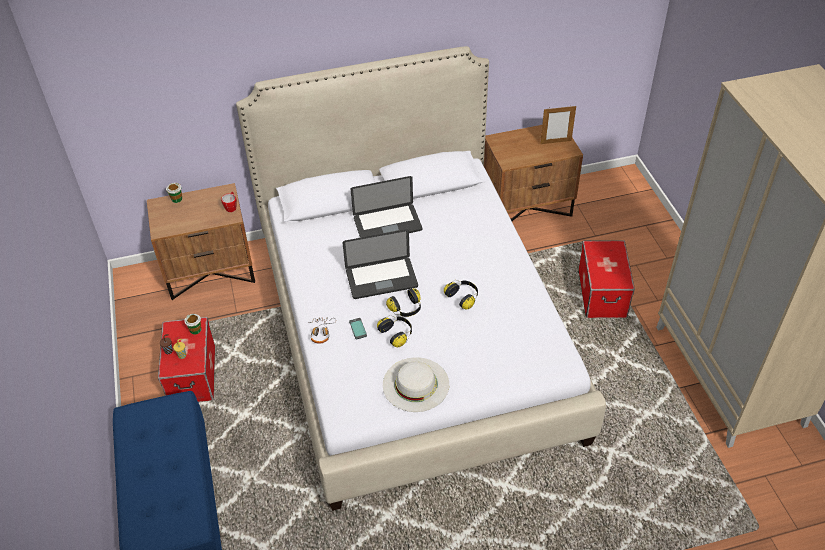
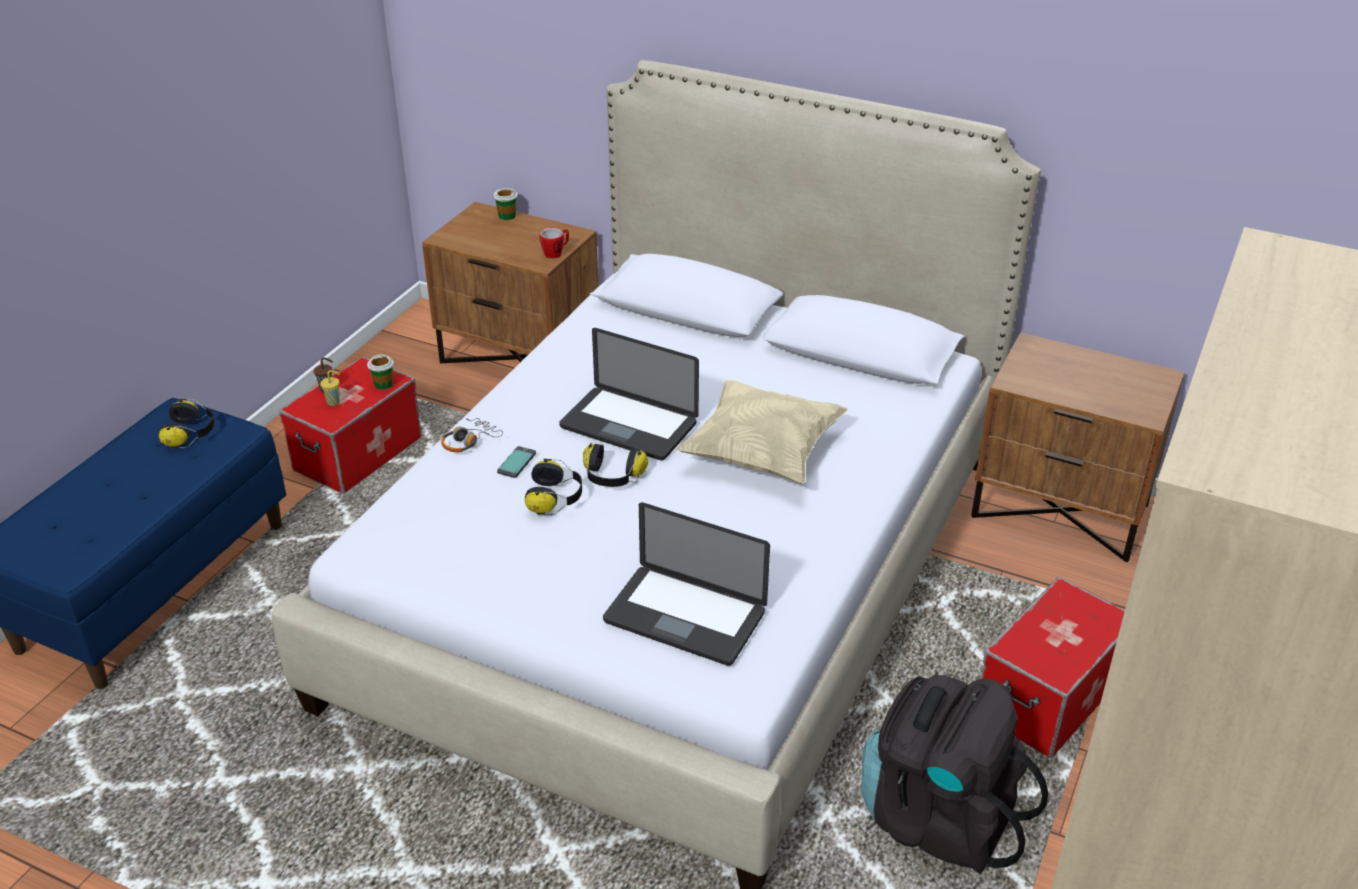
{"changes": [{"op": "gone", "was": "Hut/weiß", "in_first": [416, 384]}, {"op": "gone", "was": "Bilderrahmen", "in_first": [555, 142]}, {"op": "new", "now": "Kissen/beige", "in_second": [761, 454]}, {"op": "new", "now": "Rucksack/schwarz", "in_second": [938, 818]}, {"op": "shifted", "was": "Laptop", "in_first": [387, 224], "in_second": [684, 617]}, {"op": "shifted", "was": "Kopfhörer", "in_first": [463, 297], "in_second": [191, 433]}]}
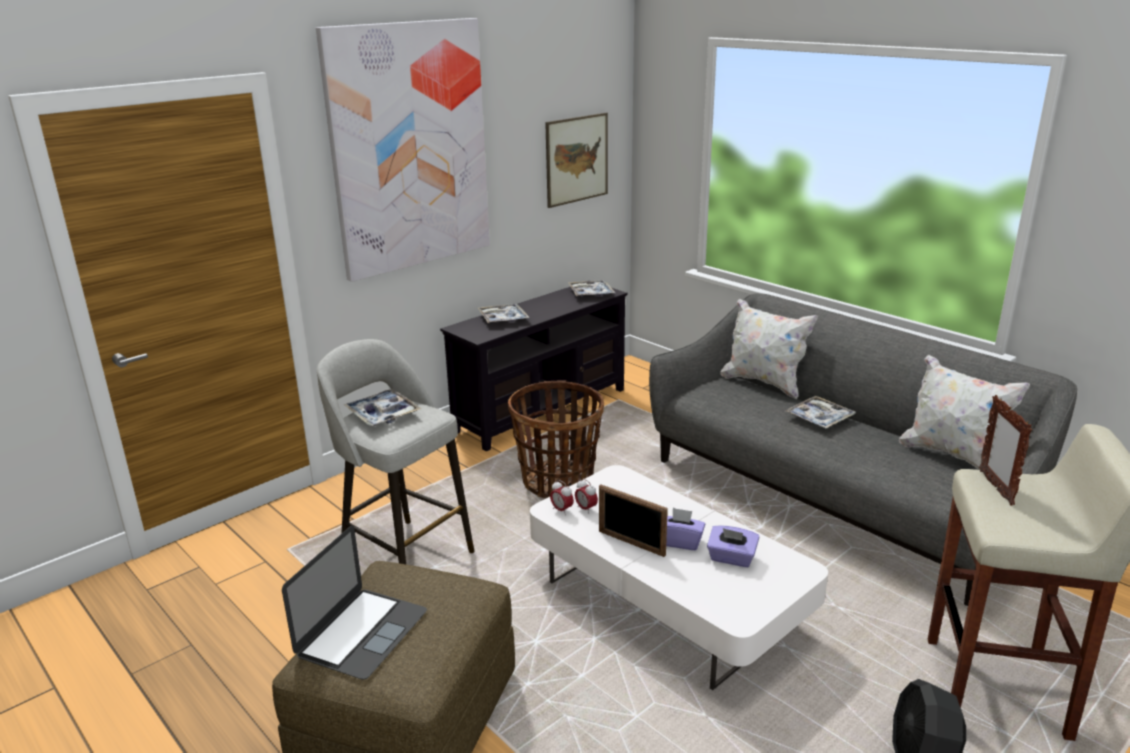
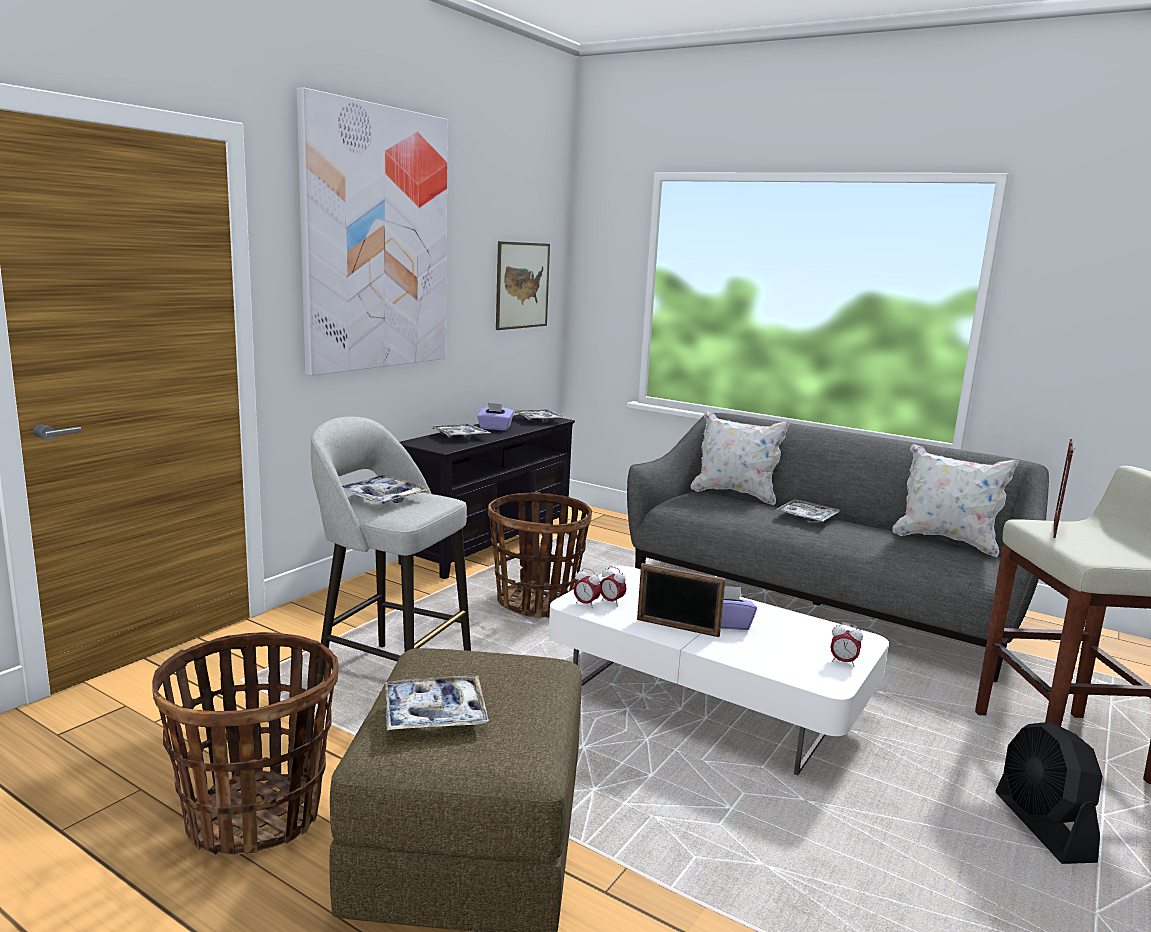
{"changes": [{"op": "new", "now": "Korb", "in_second": [255, 816]}, {"op": "new", "now": "Wecker", "in_second": [843, 662]}, {"op": "shifted", "was": "Taschentuchbox/lila", "in_first": [731, 558], "in_second": [494, 428]}, {"op": "swapped", "was": "Laptop", "now": "Tablett", "in_first": [362, 633], "in_second": [434, 714]}, {"op": "rotated", "was": "Bilderrahmen", "in_first": [995, 487], "in_second": [1055, 529], "clockwise": 45}]}
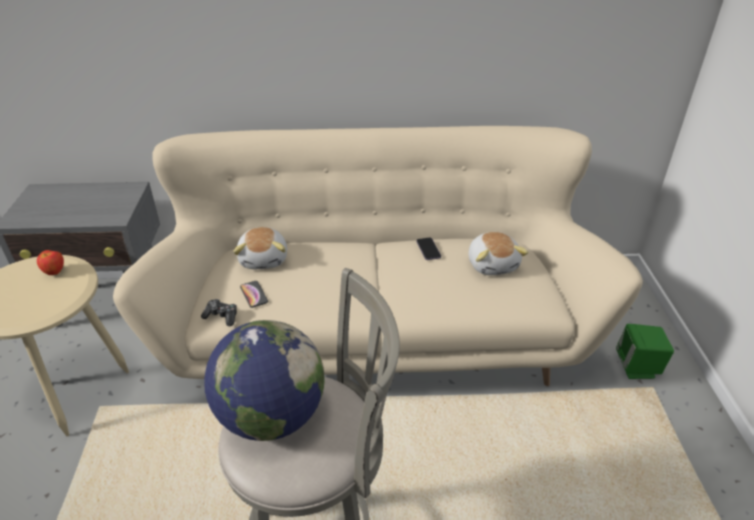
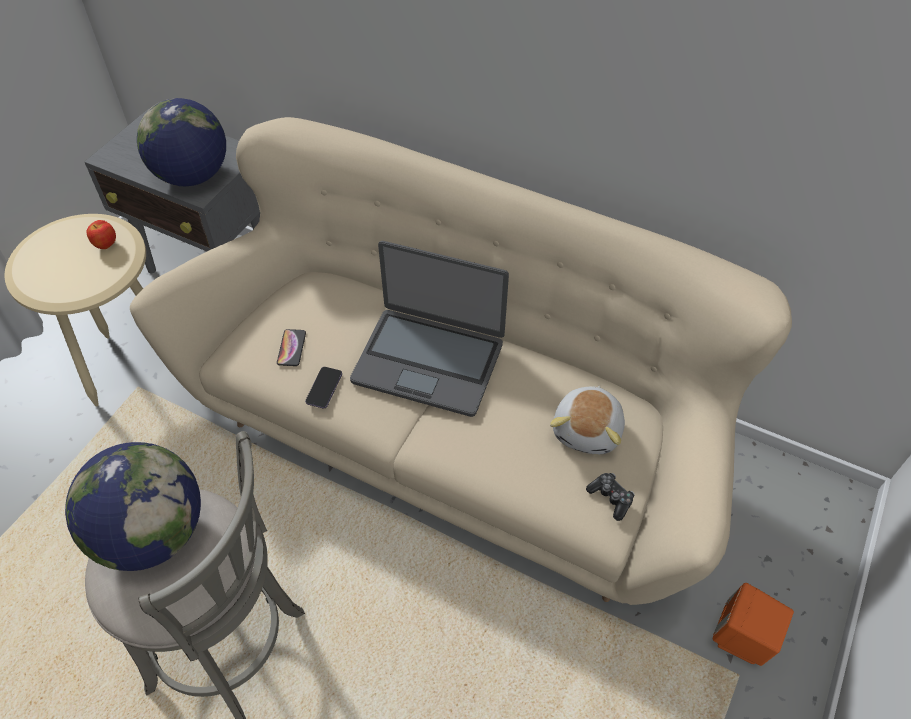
{"changes": [{"op": "gone", "was": "Plüschtier", "in_first": [264, 259]}, {"op": "new", "now": "Globus", "in_second": [192, 176]}, {"op": "new", "now": "Laptop", "in_second": [429, 361]}, {"op": "shifted", "was": "Gamepad", "in_first": [221, 316], "in_second": [611, 498]}, {"op": "shifted", "was": "Handy", "in_first": [428, 249], "in_second": [324, 388]}, {"op": "repainted", "was": "Lautsprecher/grün", "now": "Lautsprecher/orange", "in_first": [637, 367], "in_second": [742, 638]}]}
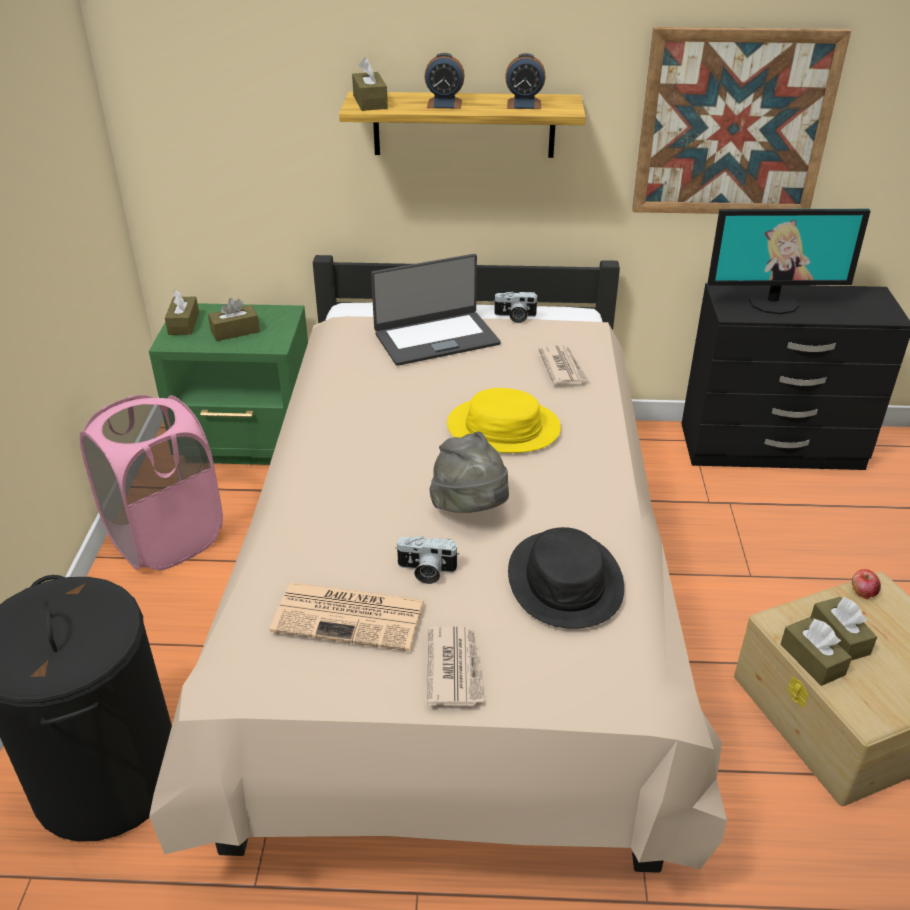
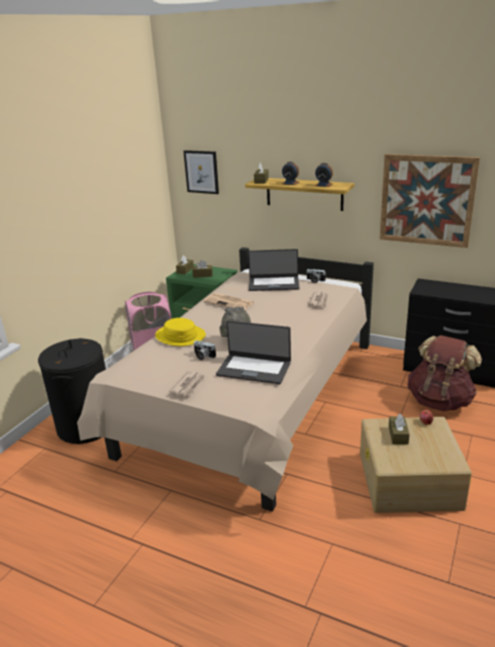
{"changes": [{"op": "gone", "was": "Monitor", "in_first": [773, 303]}, {"op": "gone", "was": "Taschentuchbox/braun", "in_first": [812, 659]}, {"op": "new", "now": "Bild", "in_second": [201, 172]}, {"op": "new", "now": "Rucksack/braun", "in_second": [440, 401]}, {"op": "shifted", "was": "Zeitung", "in_first": [351, 616], "in_second": [230, 302]}, {"op": "shifted", "was": "Hut/gelb", "in_first": [503, 428], "in_second": [180, 336]}, {"op": "swapped", "was": "Hut/schwarz", "now": "Laptop", "in_first": [565, 580], "in_second": [254, 368]}]}
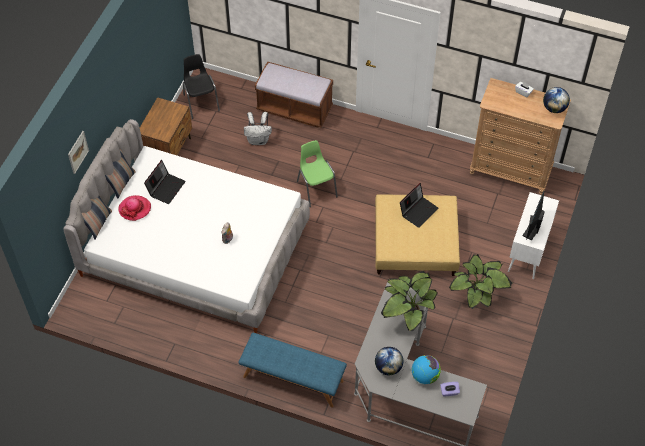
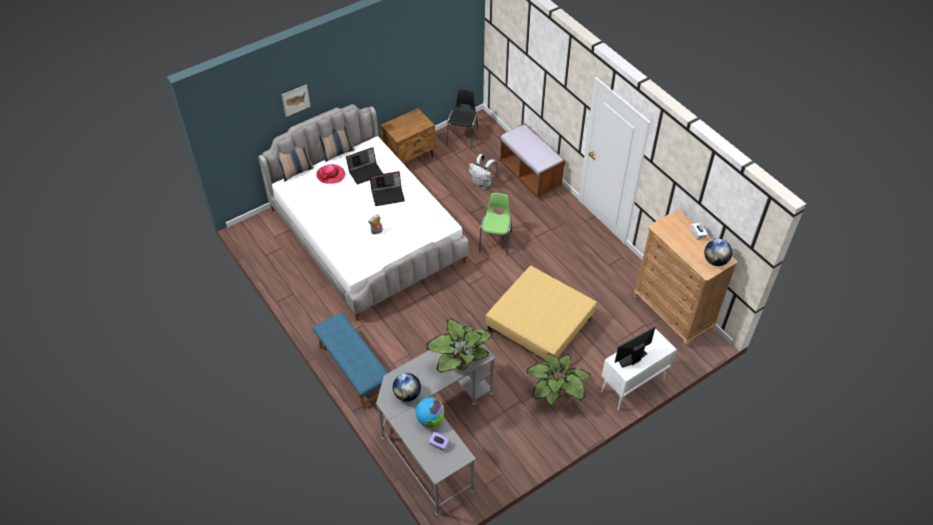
{"changes": [{"op": "shifted", "was": "Laptop", "in_first": [418, 211], "in_second": [388, 195]}]}
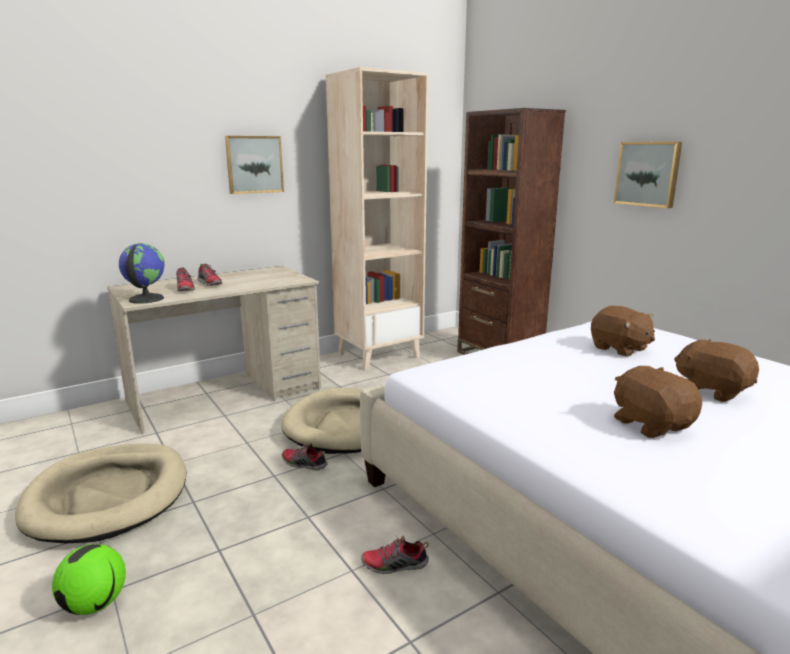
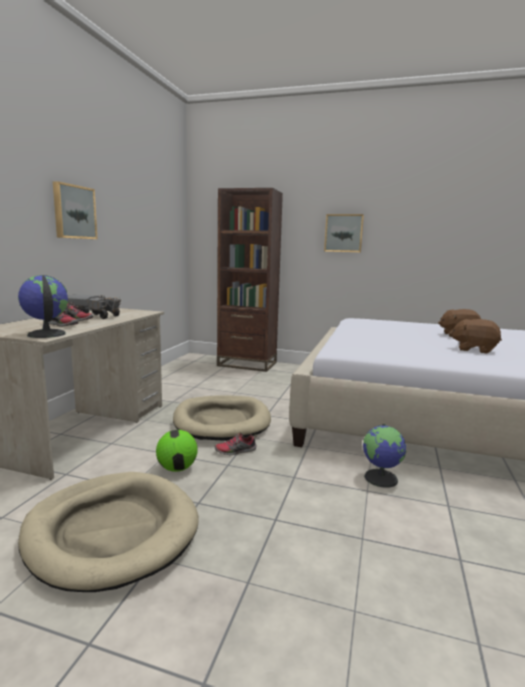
{"changes": [{"op": "gone", "was": "Bücherregal/beige", "in_first": [379, 355]}, {"op": "gone", "was": "Plüschtier/braun", "in_first": [619, 349]}, {"op": "new", "now": "Spielzeuglaster", "in_second": [94, 316]}, {"op": "shifted", "was": "Fußball", "in_first": [95, 604], "in_second": [177, 468]}, {"op": "swapped", "was": "Schuh", "now": "Globus", "in_first": [394, 565], "in_second": [381, 478]}]}
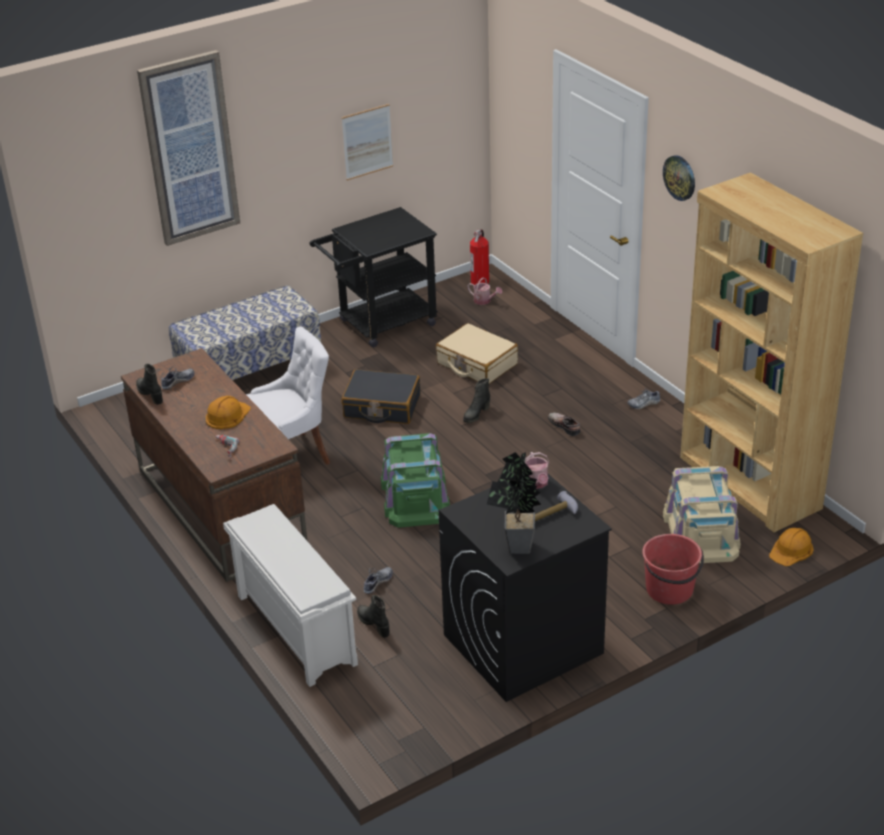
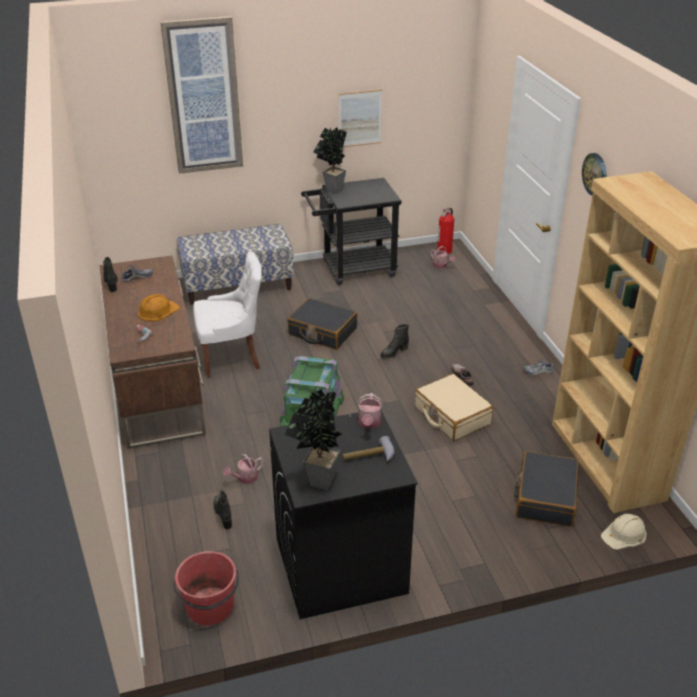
{"changes": [{"op": "gone", "was": "Schuhregal/weiß", "in_first": [294, 629]}, {"op": "new", "now": "Topfpflanze", "in_second": [331, 190]}, {"op": "shifted", "was": "Koffer/beige", "in_first": [476, 364], "in_second": [452, 415]}, {"op": "shifted", "was": "Eimer/rot", "in_first": [670, 590], "in_second": [210, 607]}, {"op": "swapped", "was": "Schuh", "now": "Gießkanne", "in_first": [377, 583], "in_second": [245, 478]}, {"op": "swapped", "was": "Aufbewahrungsbox/beige", "now": "Koffer/schwarz", "in_first": [701, 532], "in_second": [545, 497]}, {"op": "repainted", "was": "Schutzhelm/orange", "now": "Schutzhelm/beige", "in_first": [791, 550], "in_second": [624, 534]}]}
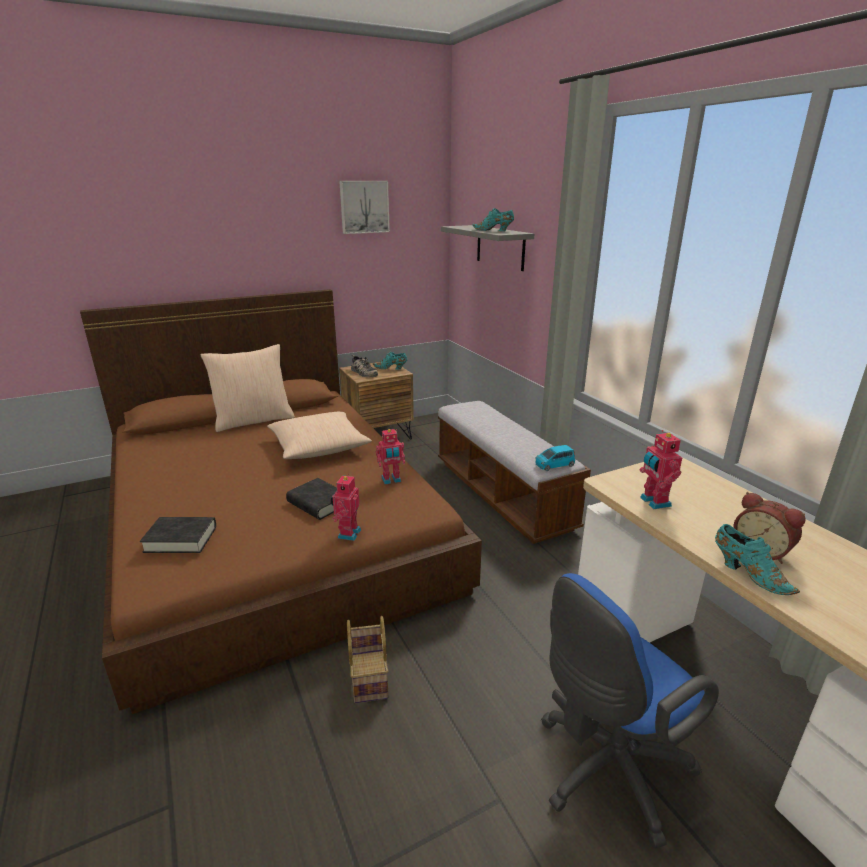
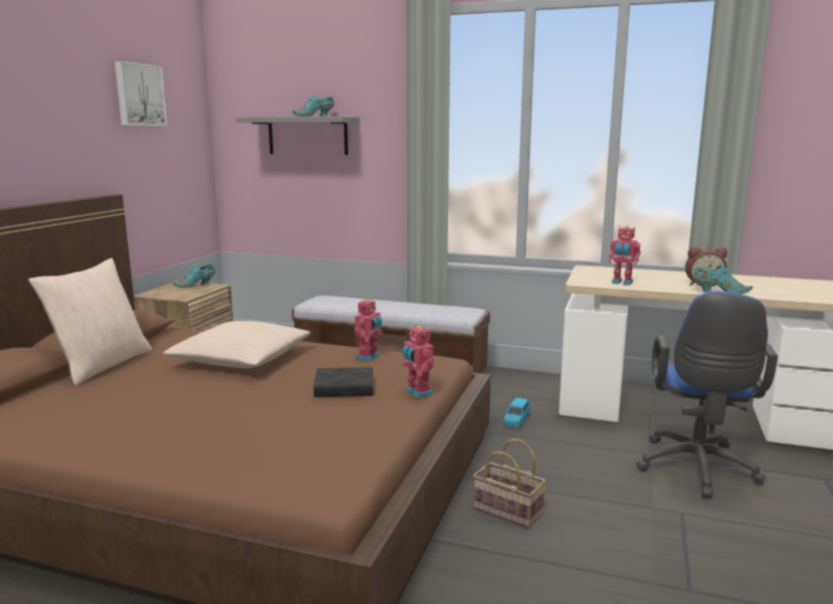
{"changes": [{"op": "gone", "was": "Buch/schwarz", "in_first": [181, 539]}, {"op": "gone", "was": "Schuh", "in_first": [363, 372]}, {"op": "shifted", "was": "Spielzeugauto/blau", "in_first": [554, 465], "in_second": [517, 420]}]}
